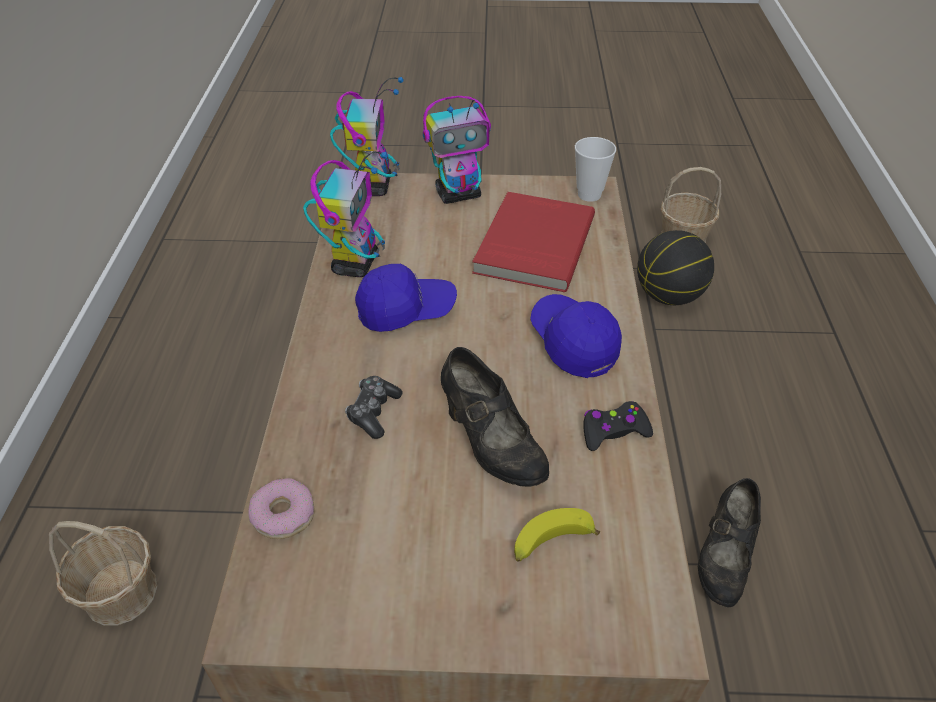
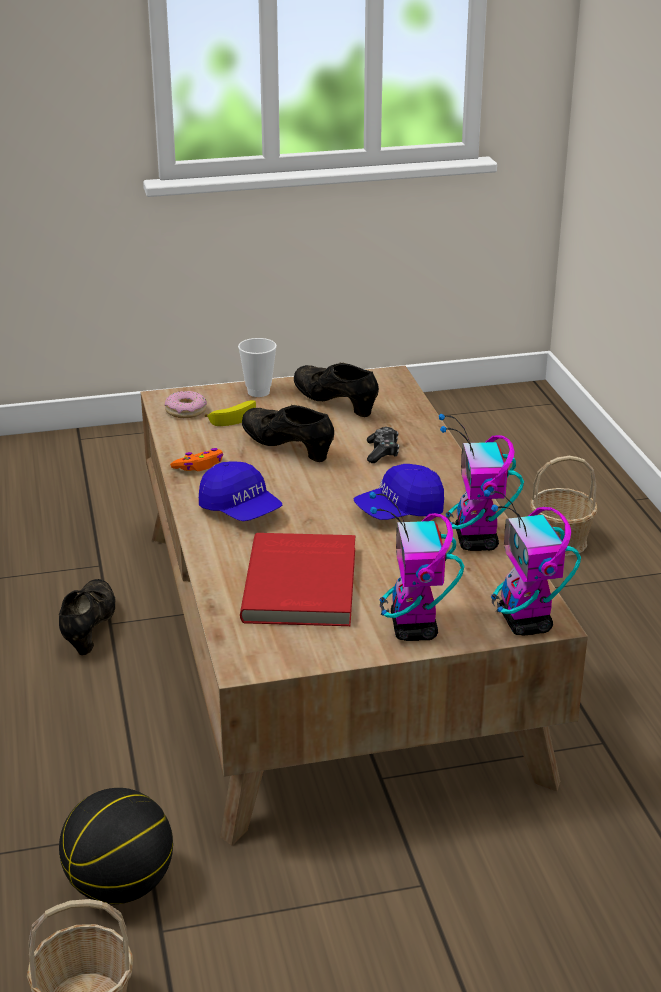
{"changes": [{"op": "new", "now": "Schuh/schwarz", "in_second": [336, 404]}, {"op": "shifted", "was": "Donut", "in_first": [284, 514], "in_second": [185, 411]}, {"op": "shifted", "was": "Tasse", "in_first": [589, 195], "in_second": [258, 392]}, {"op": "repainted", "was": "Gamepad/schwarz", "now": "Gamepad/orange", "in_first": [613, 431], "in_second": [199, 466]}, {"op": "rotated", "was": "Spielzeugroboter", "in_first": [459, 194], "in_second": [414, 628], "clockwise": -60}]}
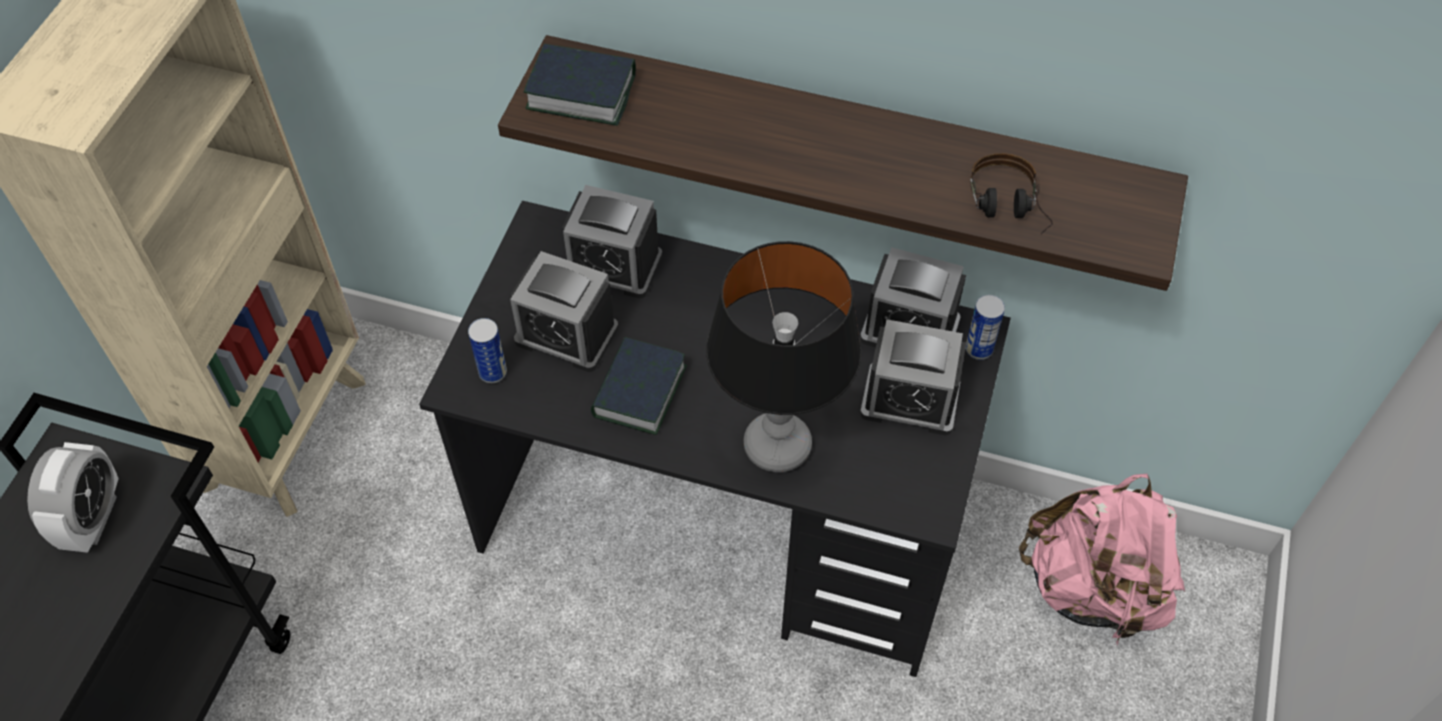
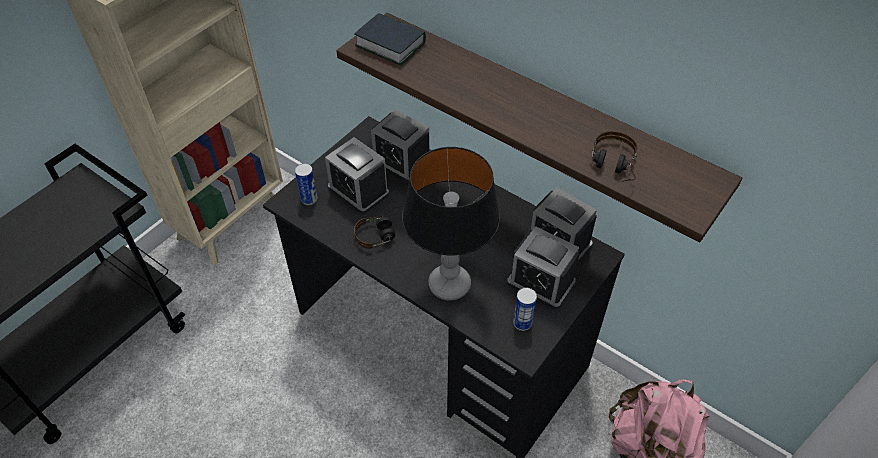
{"changes": [{"op": "gone", "was": "Wecker", "in_first": [93, 519]}, {"op": "shifted", "was": "Dose", "in_first": [979, 349], "in_second": [522, 323]}, {"op": "swapped", "was": "Buch", "now": "Kopfhörer", "in_first": [639, 391], "in_second": [384, 232]}]}
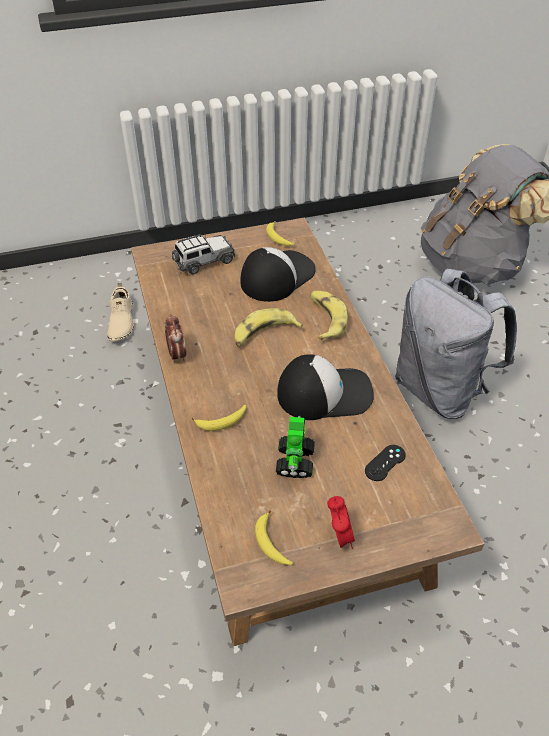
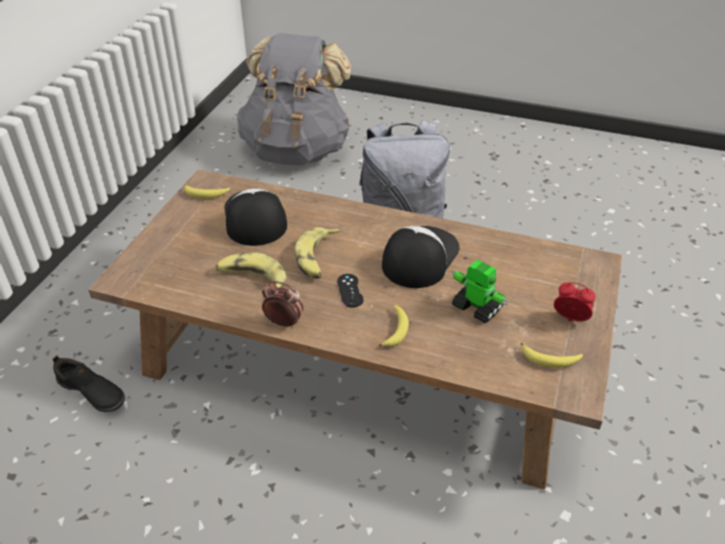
{"changes": [{"op": "gone", "was": "Spielzeugauto", "in_first": [204, 261]}, {"op": "shifted", "was": "Banane", "in_first": [325, 319], "in_second": [252, 278]}, {"op": "shifted", "was": "Gamepad/schwarz", "in_first": [385, 463], "in_second": [350, 290]}, {"op": "repainted", "was": "Schuh/beige", "now": "Schuh/schwarz", "in_first": [121, 322], "in_second": [91, 392]}]}
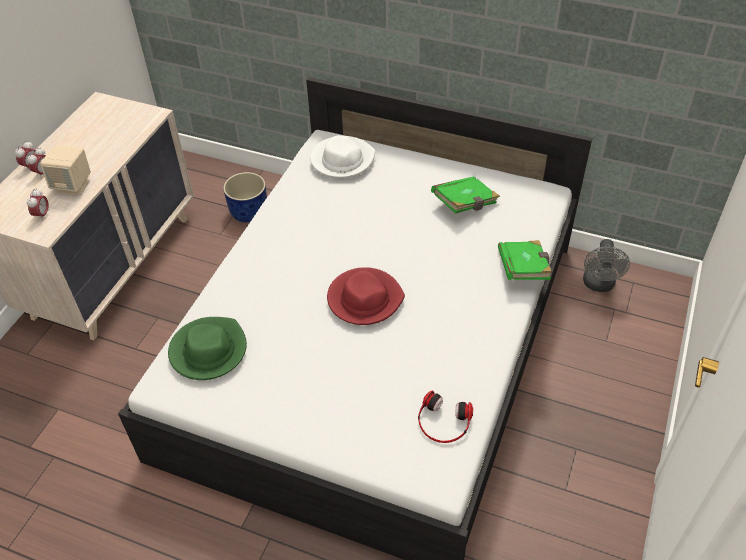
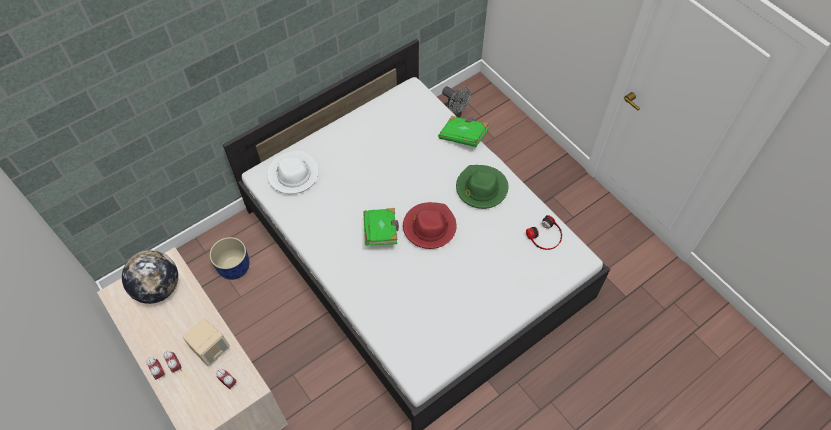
{"changes": [{"op": "new", "now": "Globus", "in_second": [158, 288]}, {"op": "shifted", "was": "Hut/grün", "in_first": [208, 350], "in_second": [481, 188]}, {"op": "shifted", "was": "Buch/grün", "in_first": [465, 204], "in_second": [381, 232]}]}
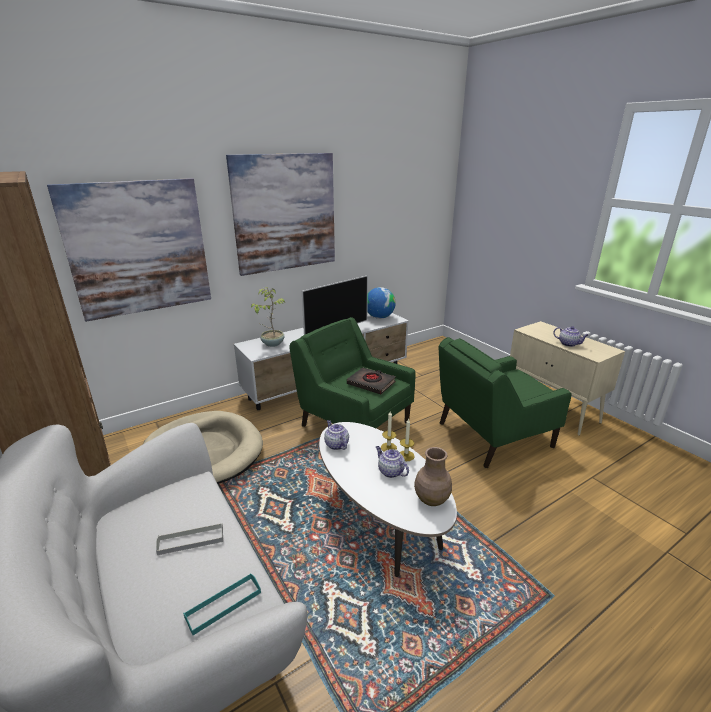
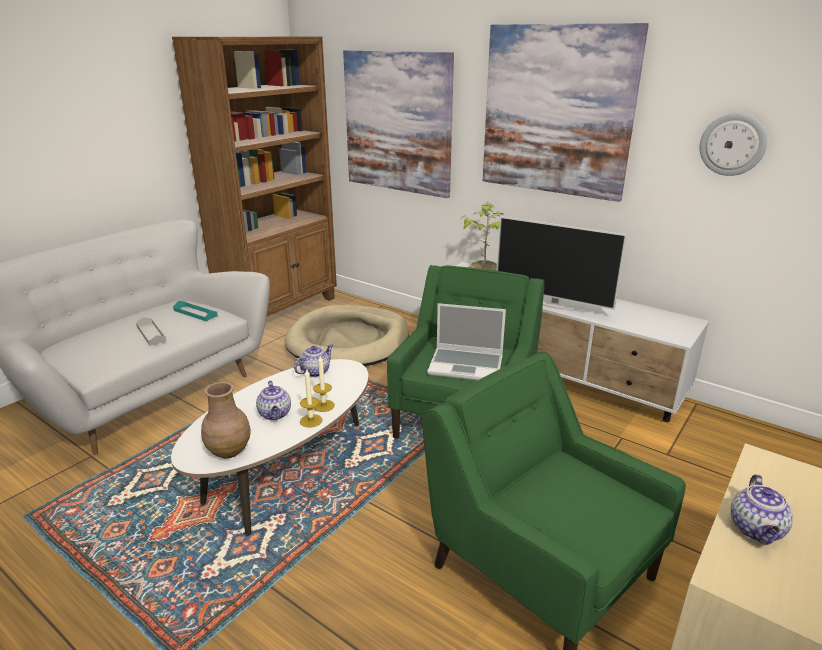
{"changes": [{"op": "gone", "was": "Globus", "in_first": [379, 317]}, {"op": "new", "now": "Wanduhr", "in_second": [732, 144]}, {"op": "shifted", "was": "Tablett/türkis", "in_first": [223, 605], "in_second": [195, 313]}, {"op": "swapped", "was": "Buch/schwarz", "now": "Laptop", "in_first": [371, 383], "in_second": [467, 366]}, {"op": "rotated", "was": "Teekanne", "in_first": [390, 471], "in_second": [275, 414], "clockwise": 135}]}
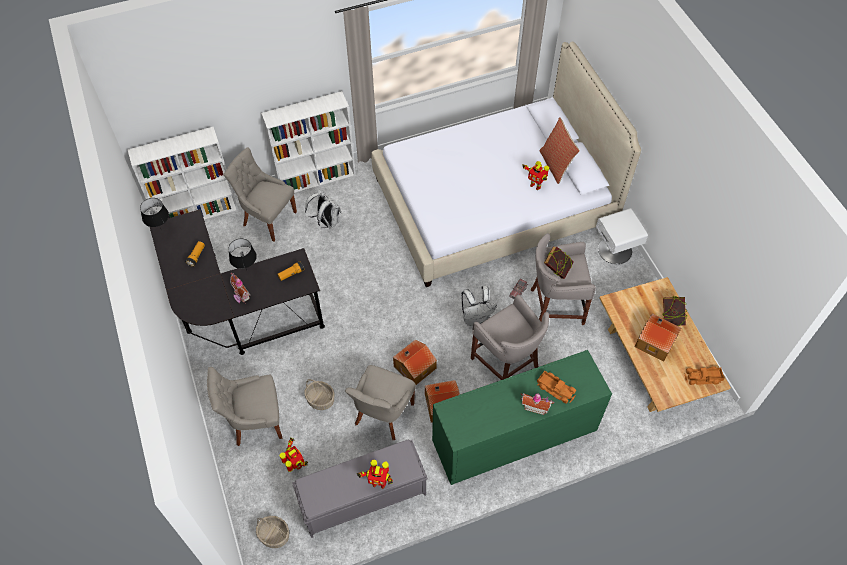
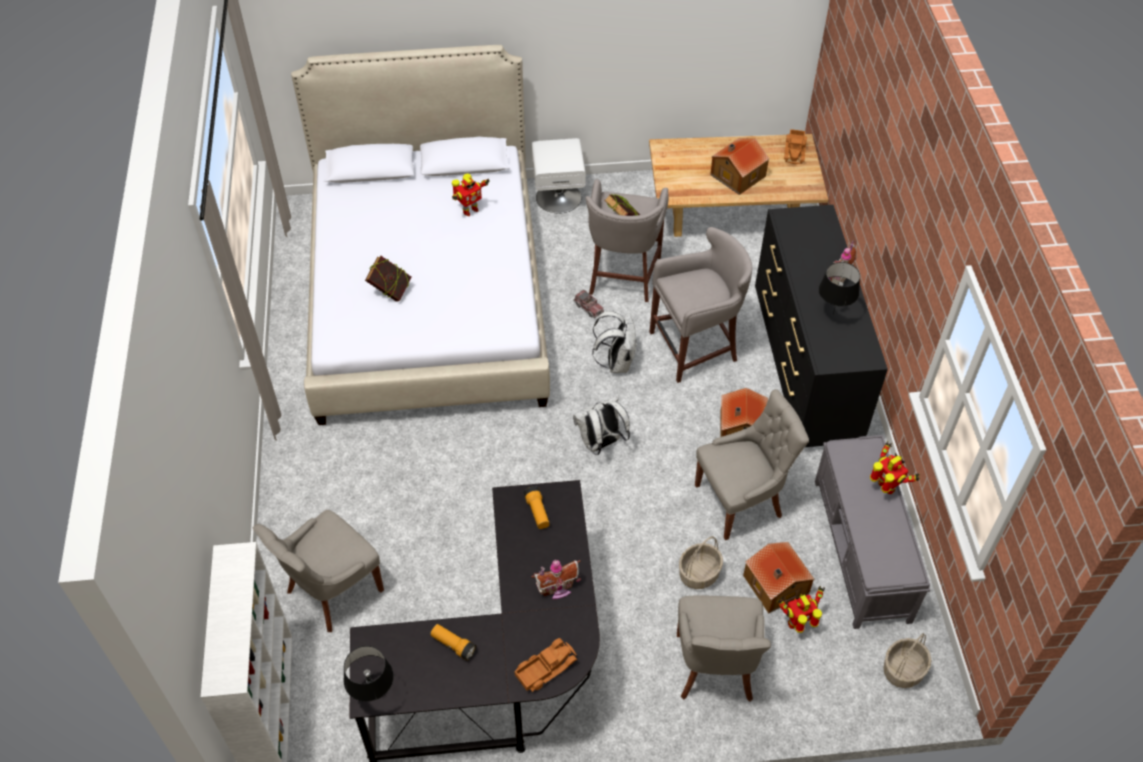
{"changes": [{"op": "gone", "was": "Bücherregal/weiß", "in_first": [317, 178]}, {"op": "gone", "was": "Kissen", "in_first": [556, 165]}, {"op": "shifted", "was": "Tischlampe/schwarz", "in_first": [246, 271], "in_second": [832, 315]}, {"op": "shifted", "was": "Rucksack/weiß", "in_first": [326, 222], "in_second": [601, 443]}, {"op": "shifted", "was": "Spielzeughaus", "in_first": [414, 367], "in_second": [775, 586]}, {"op": "shifted", "was": "Spielzeuglaster", "in_first": [556, 389], "in_second": [545, 667]}, {"op": "shifted", "was": "Buch", "in_first": [671, 318], "in_second": [390, 291]}, {"op": "repainted", "was": "Kommode/grün", "now": "Kommode/schwarz", "in_first": [513, 438], "in_second": [804, 367]}, {"op": "rotated", "was": "Stuhl/grau", "in_first": [382, 415], "in_second": [741, 501], "clockwise": -60}, {"op": "rotated", "was": "Spielzeugroboter", "in_first": [378, 482], "in_second": [885, 488], "clockwise": -60}]}
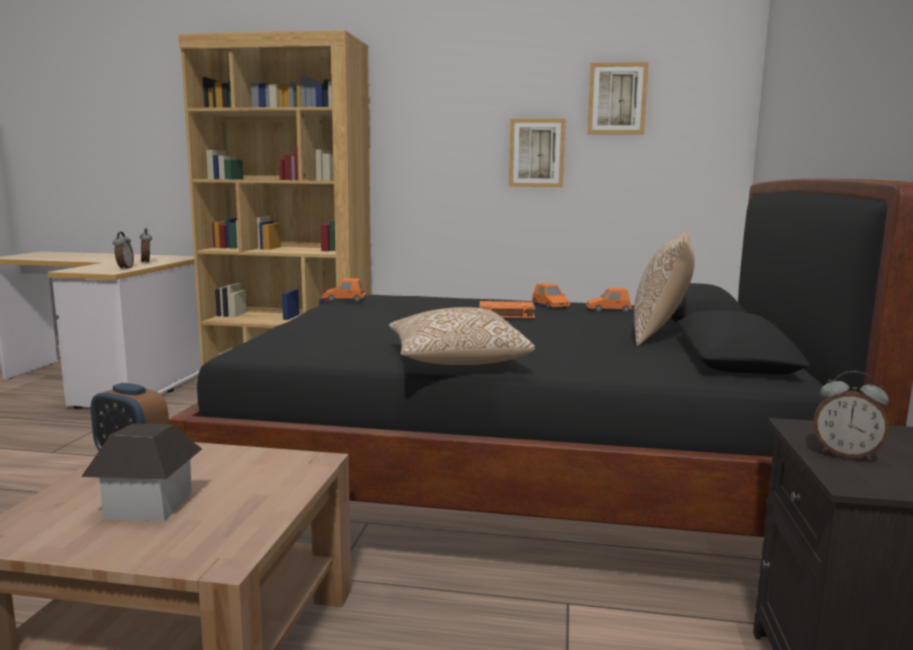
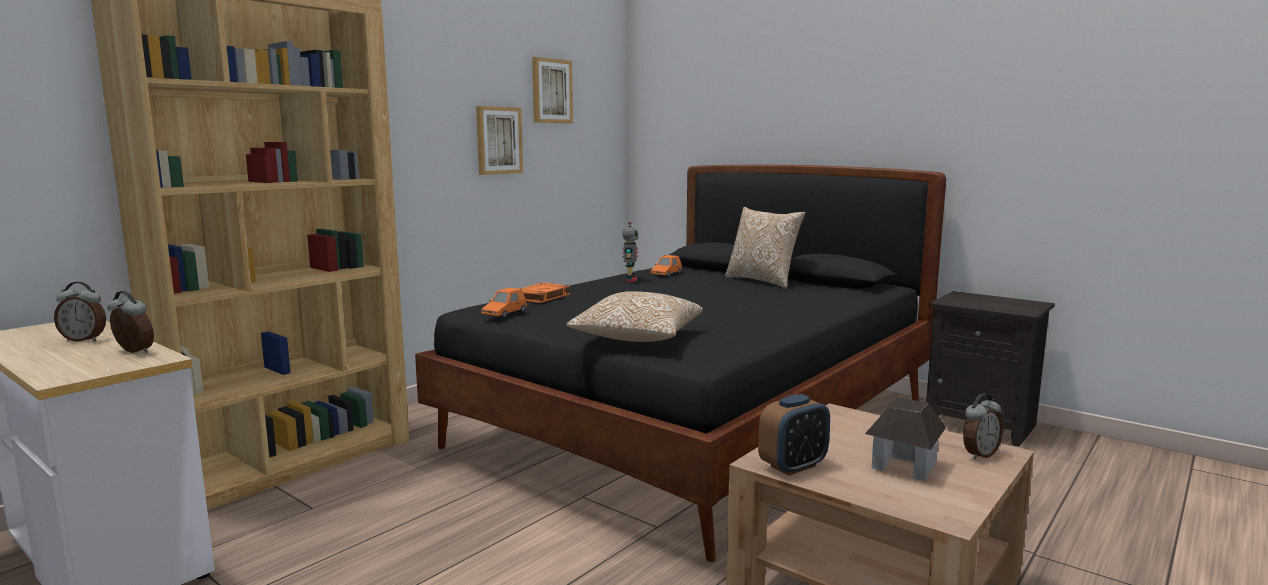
{"changes": [{"op": "shifted", "was": "Kissen", "in_first": [456, 361], "in_second": [637, 338]}, {"op": "shifted", "was": "Buch/orange", "in_first": [505, 314], "in_second": [541, 297]}, {"op": "shifted", "was": "Wecker", "in_first": [846, 454], "in_second": [979, 454]}, {"op": "swapped", "was": "Spielzeugauto/orange", "now": "Spielzeugroboter", "in_first": [550, 306], "in_second": [630, 280]}]}
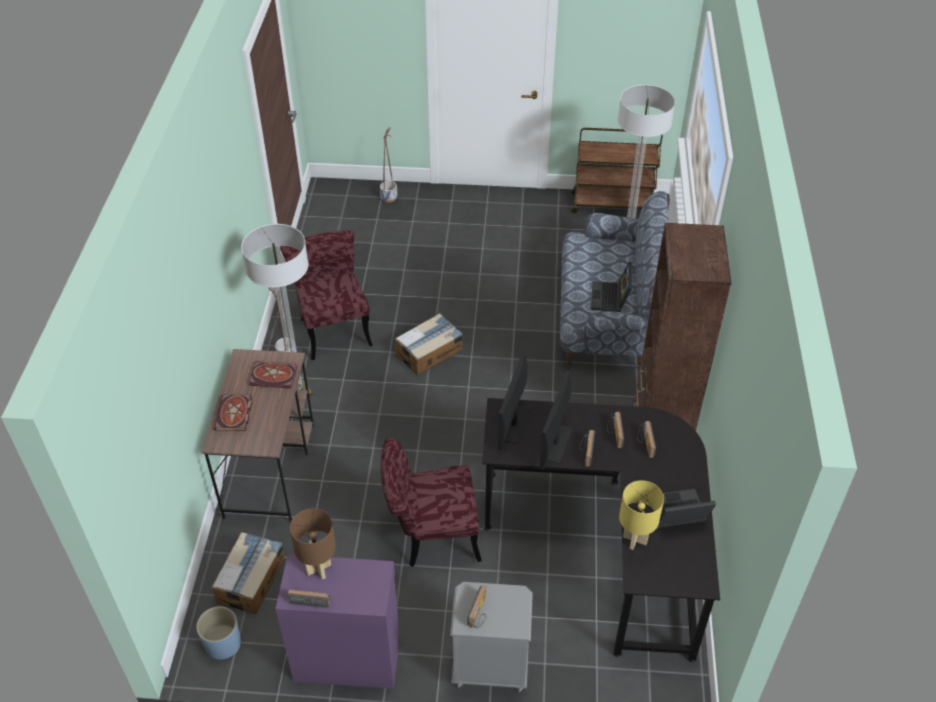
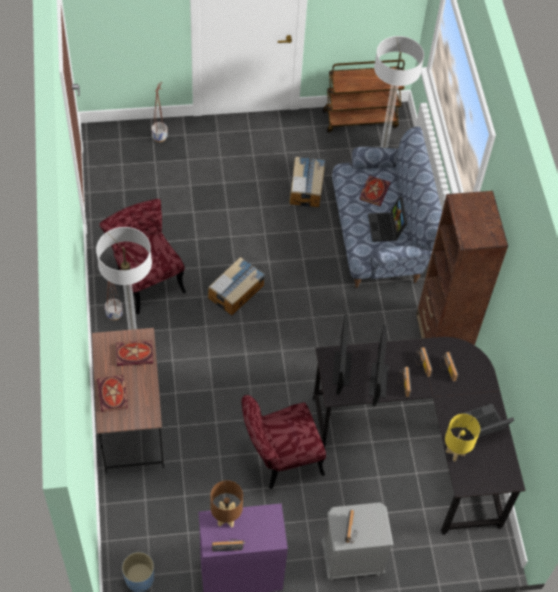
{"changes": [{"op": "new", "now": "Buch", "in_second": [374, 191]}, {"op": "shifted", "was": "Karton", "in_first": [251, 579], "in_second": [307, 187]}]}
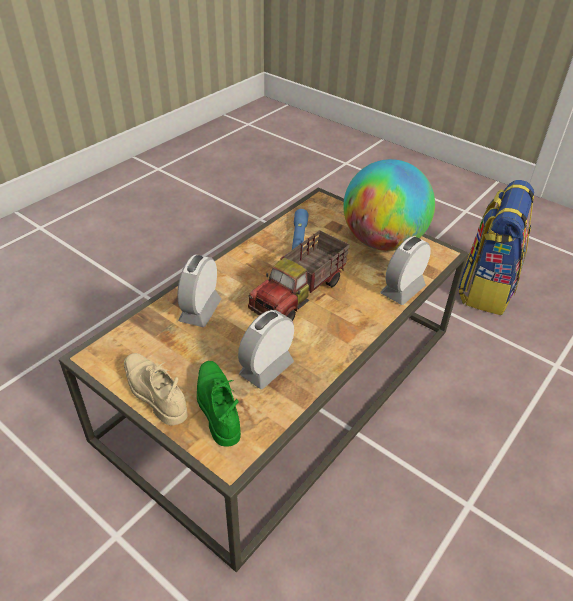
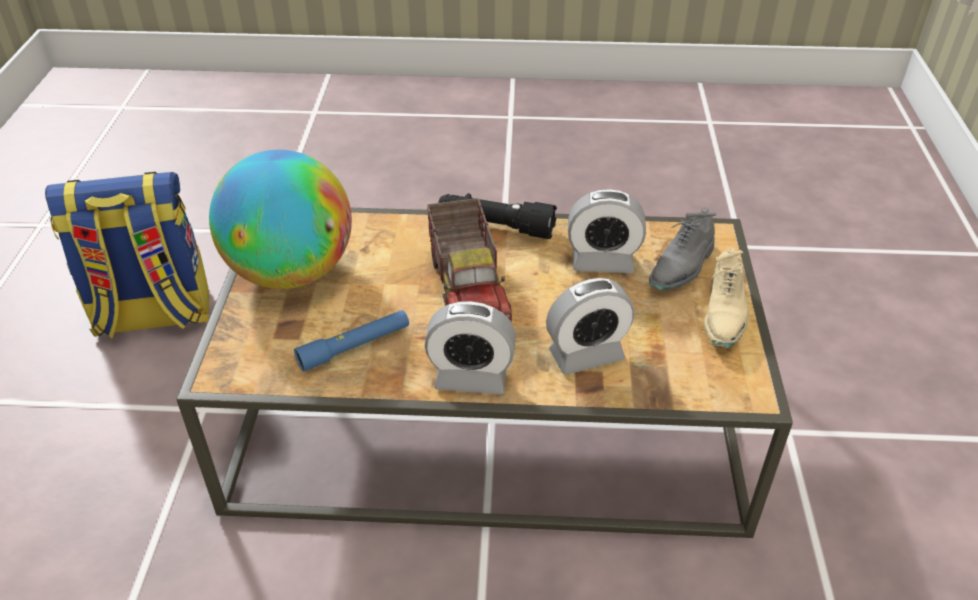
{"changes": [{"op": "new", "now": "Taschenlampe/schwarz", "in_second": [495, 226]}, {"op": "shifted", "was": "Wecker", "in_first": [402, 290], "in_second": [471, 378]}, {"op": "repainted", "was": "Schuh/grün", "now": "Schuh/grau", "in_first": [217, 407], "in_second": [681, 267]}, {"op": "rotated", "was": "Spielzeuglaster", "in_first": [300, 295], "in_second": [469, 292], "clockwise": 75}]}
